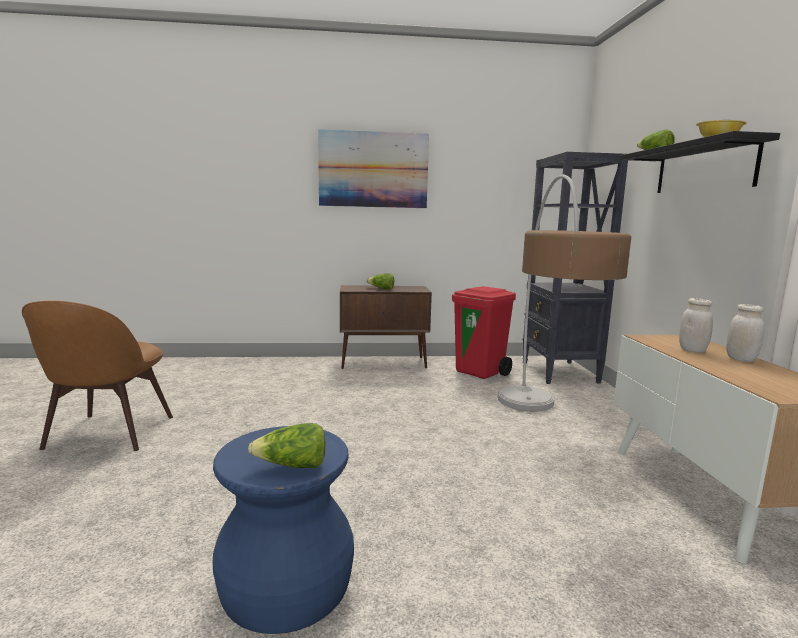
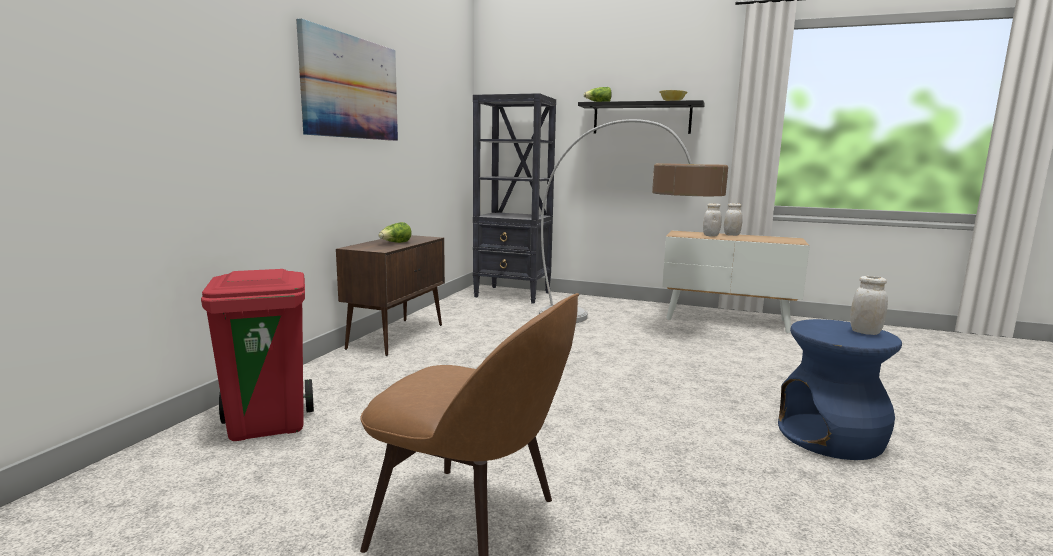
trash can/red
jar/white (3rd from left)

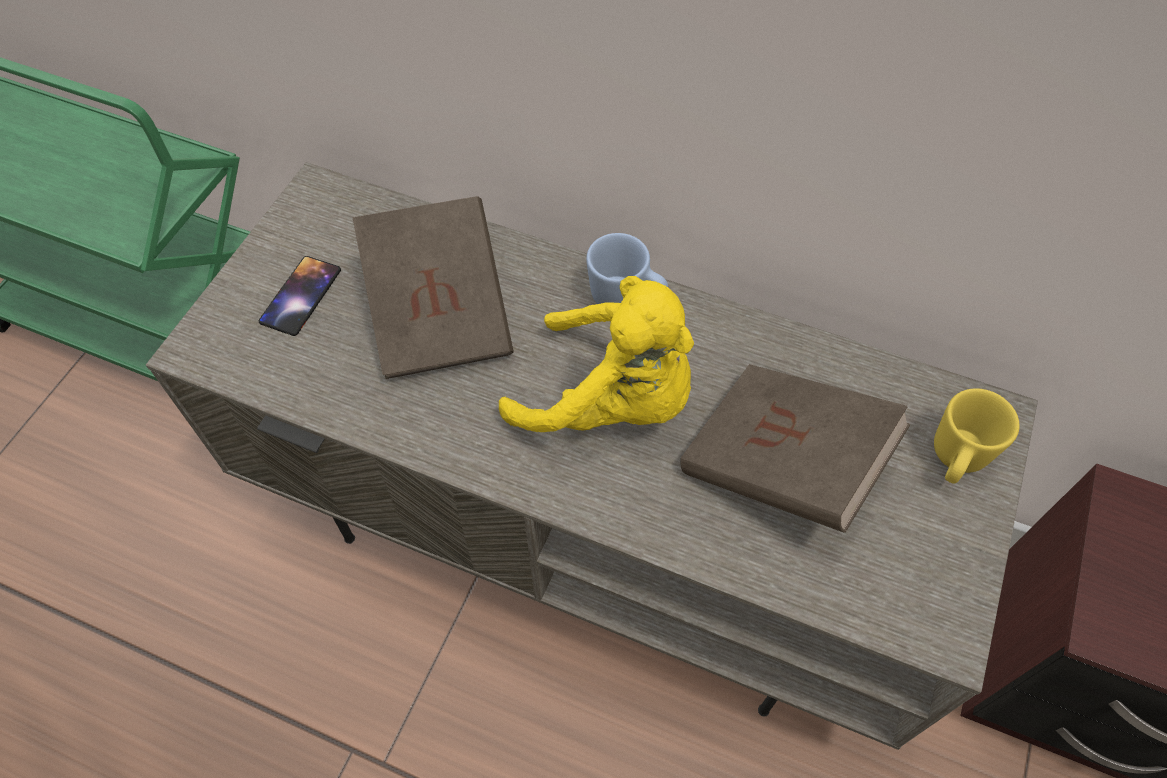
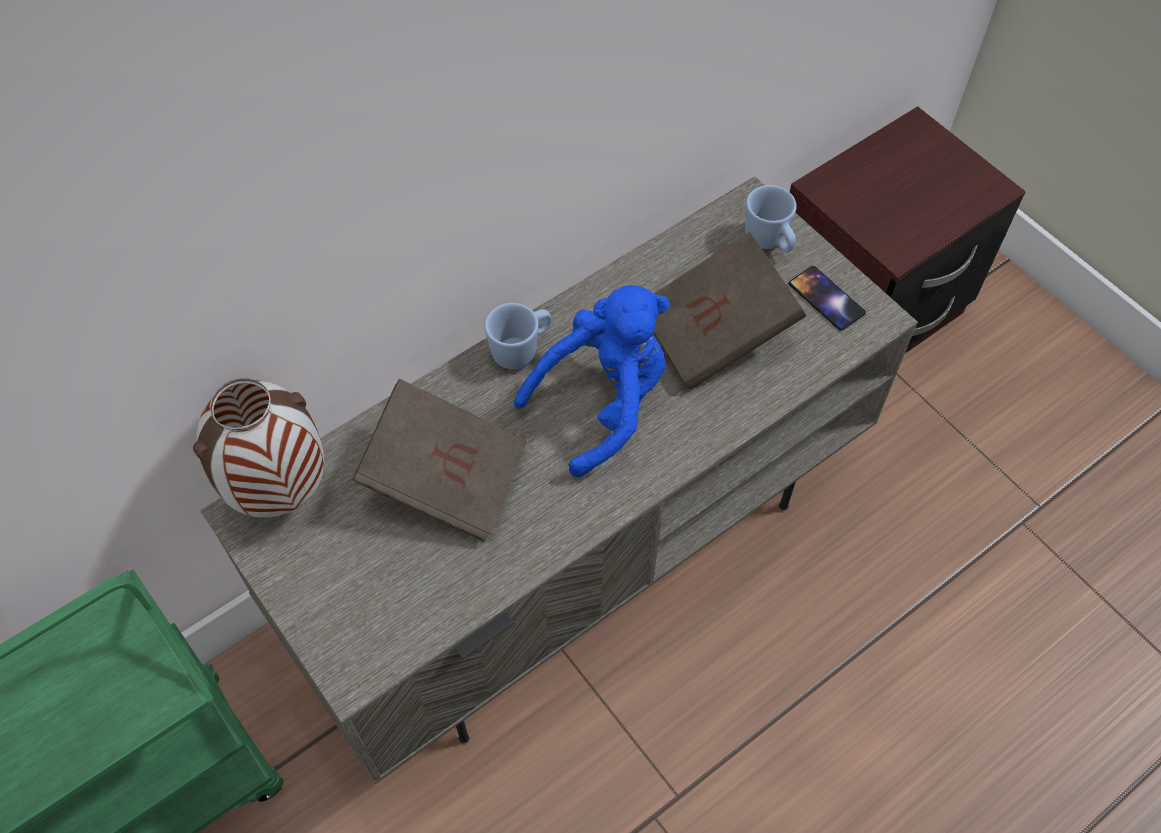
phone
plush toy/blue
mug/blue (2nd from left)
vase

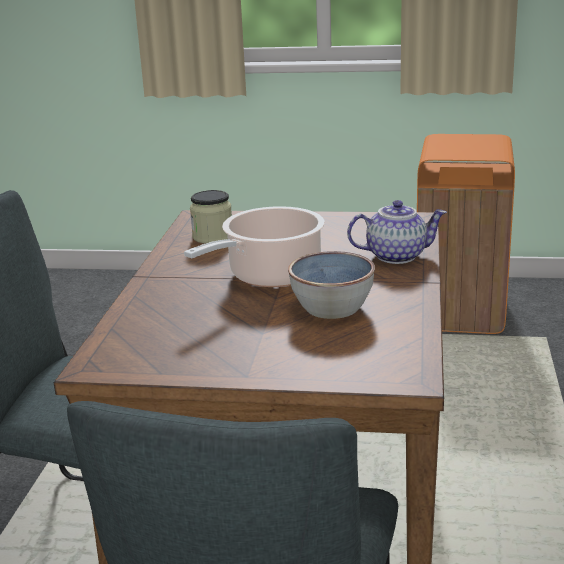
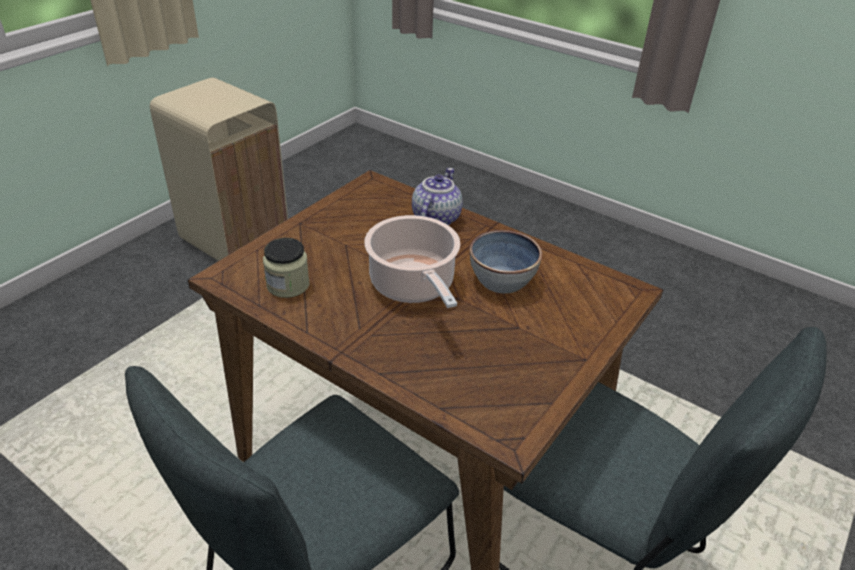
trash can/beige

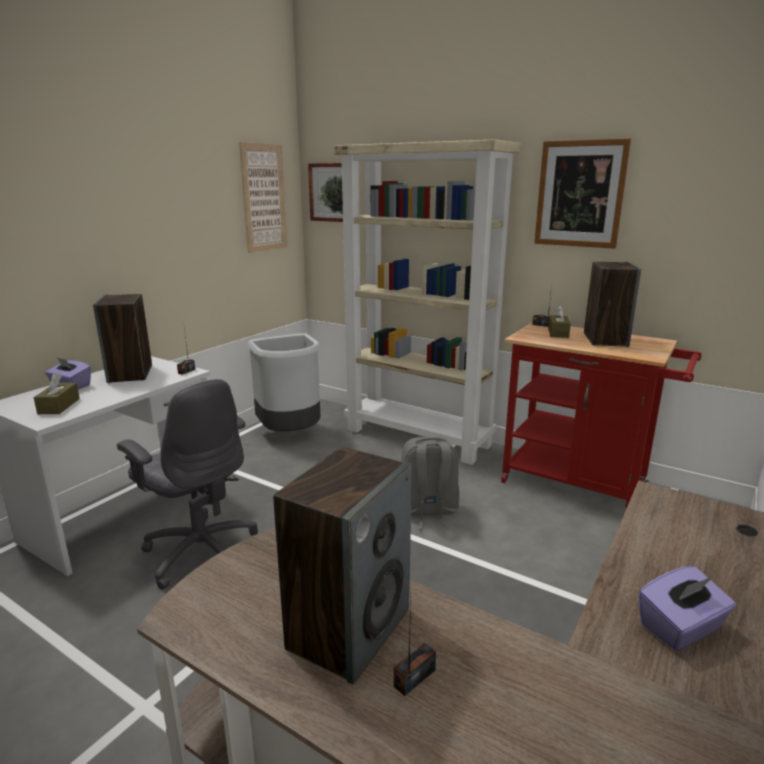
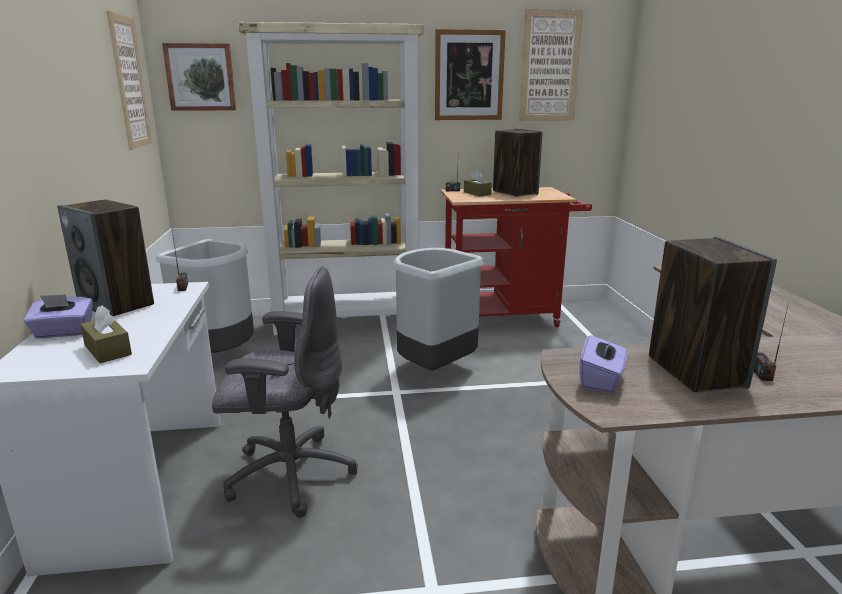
trash can/grey (2nd from left)
tissue box/purple (2nd from left)
picture (4th from left)

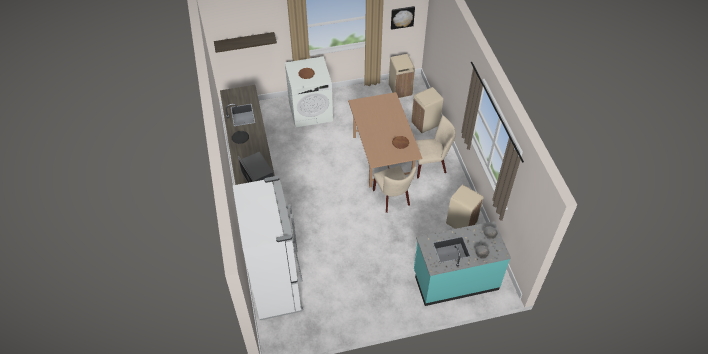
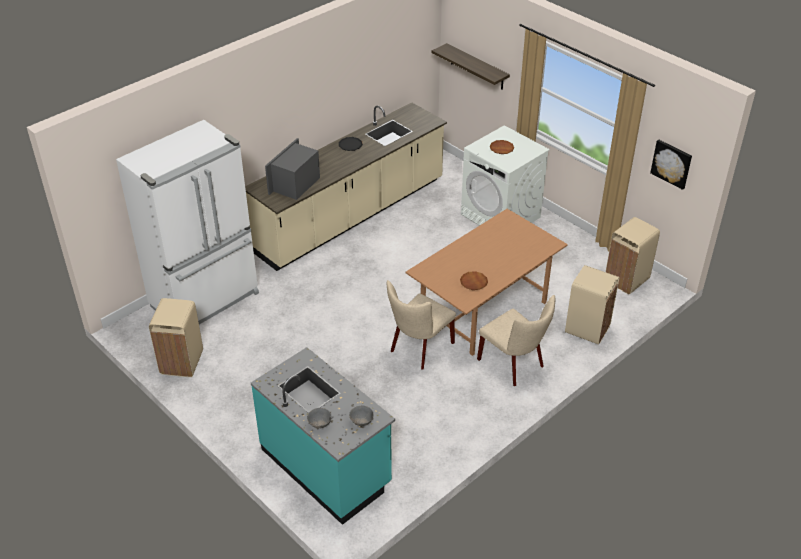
trash can/beige (1st from left)

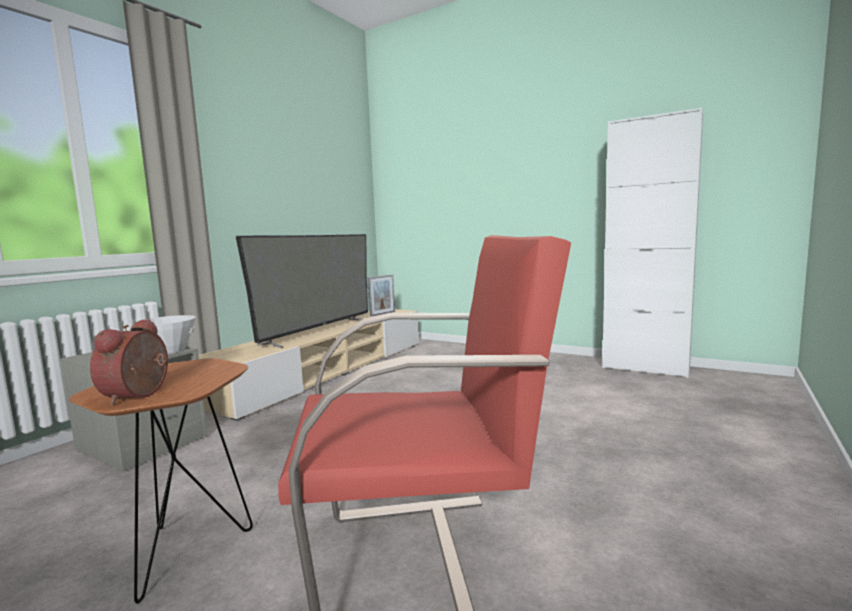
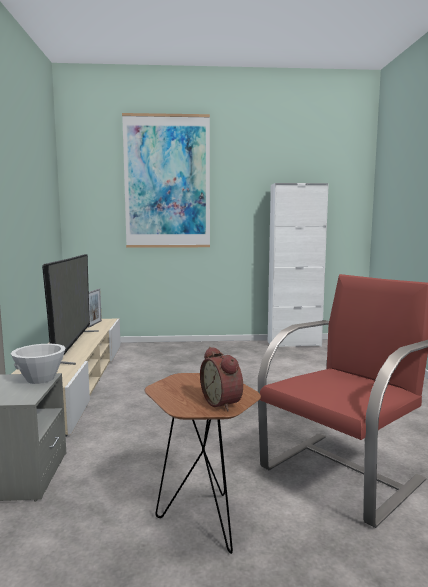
picture

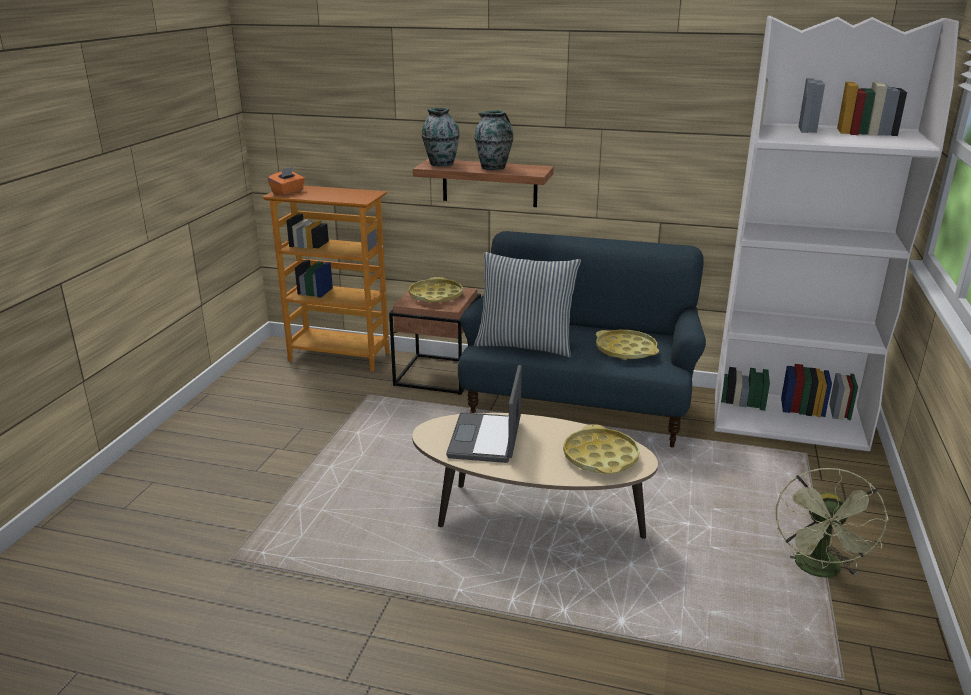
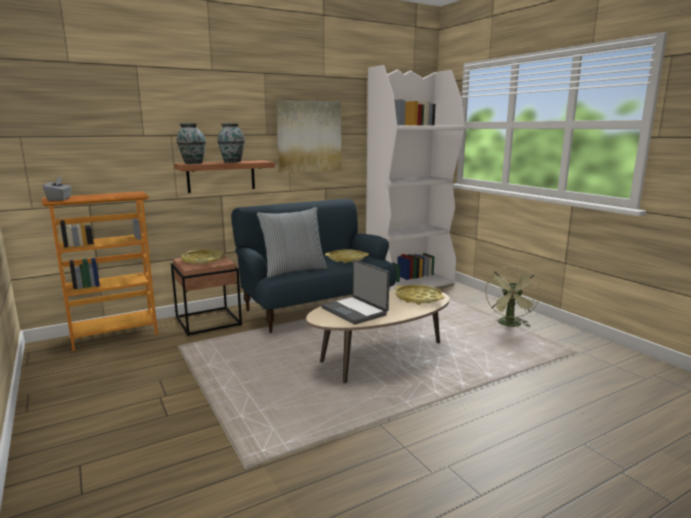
tissue box/grey
fan/green
picture

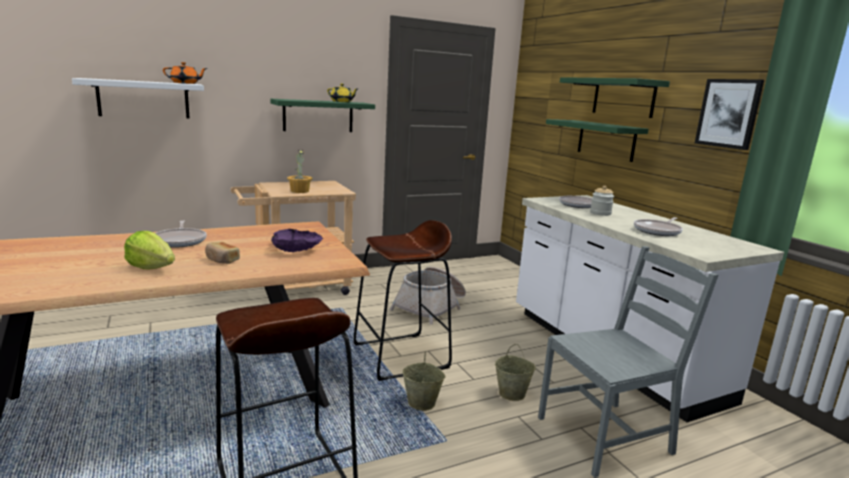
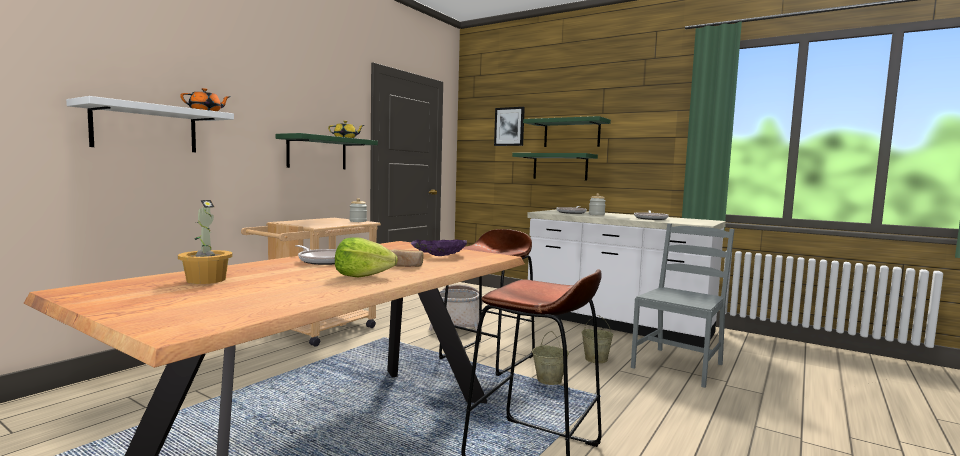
picture
potted plant
jar (1st from left)

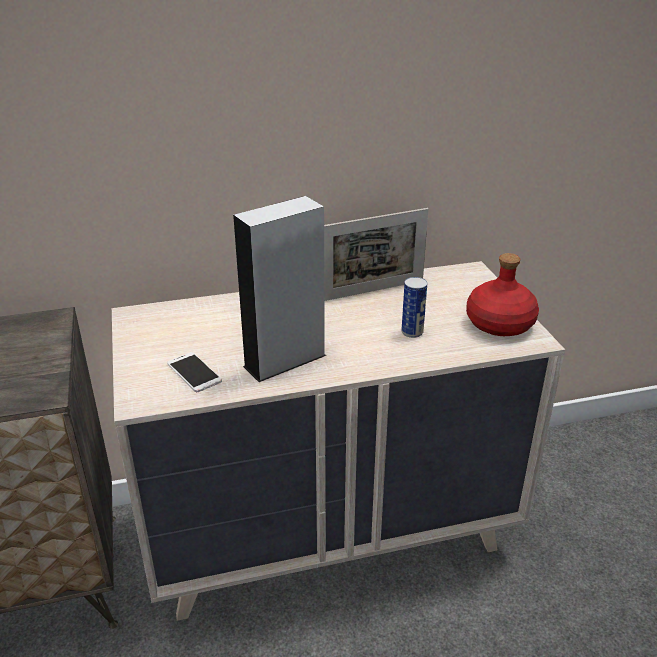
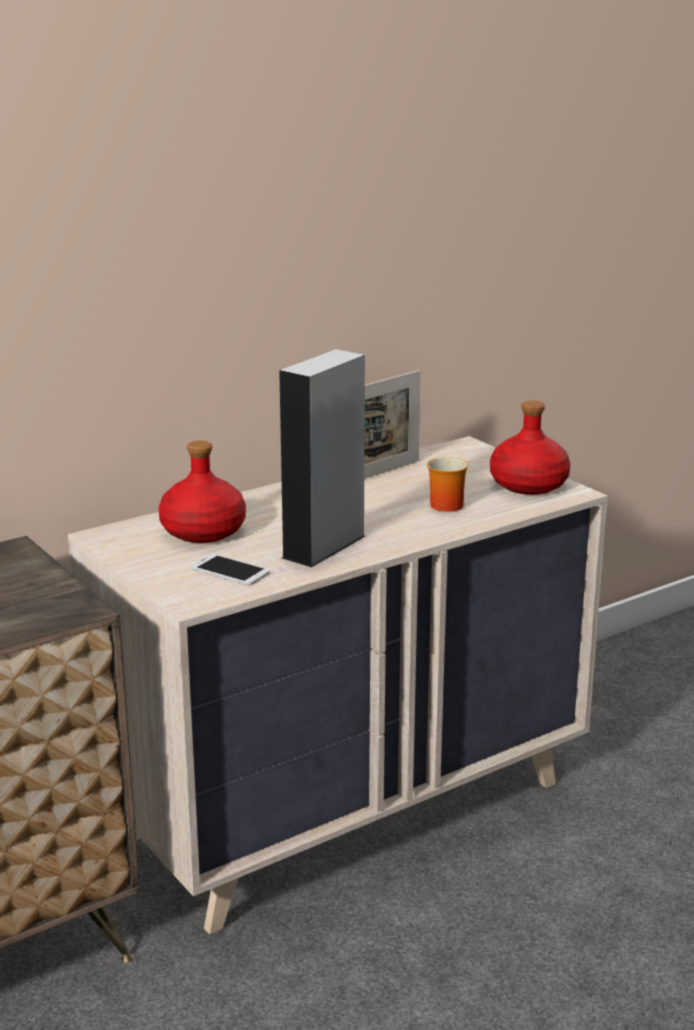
mug
bottle/red (1st from left)

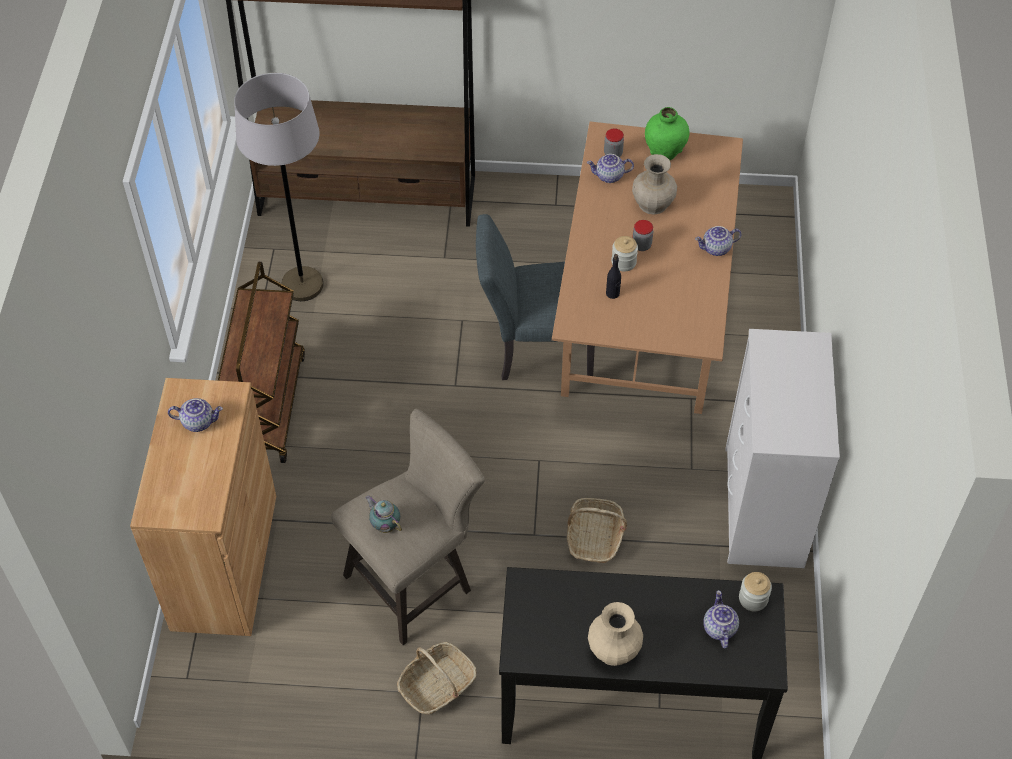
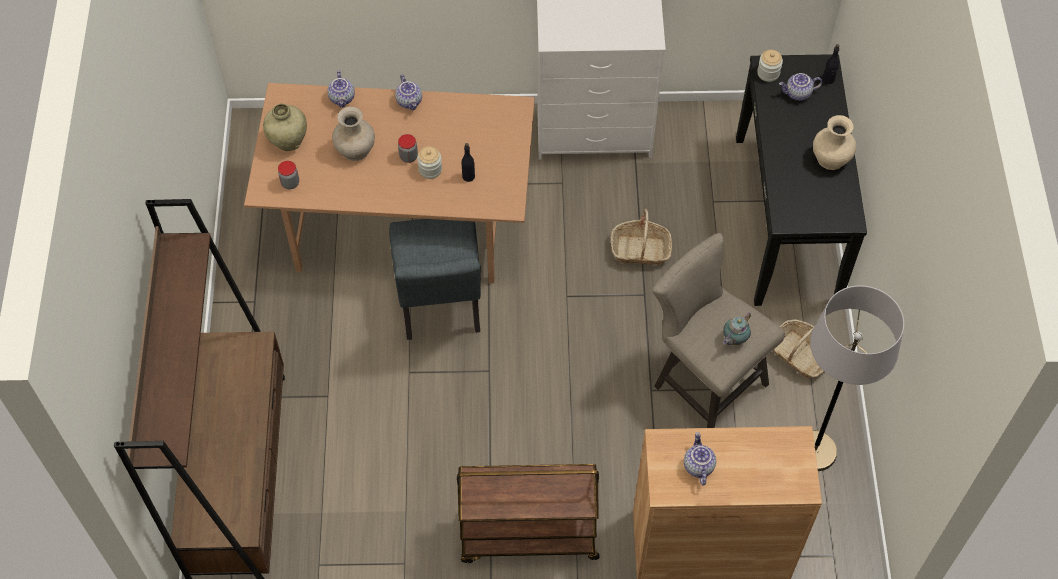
floor lamp/grey
vase/beige (1st from left)
teapot (1st from left)
bottle/black (2nd from left)

